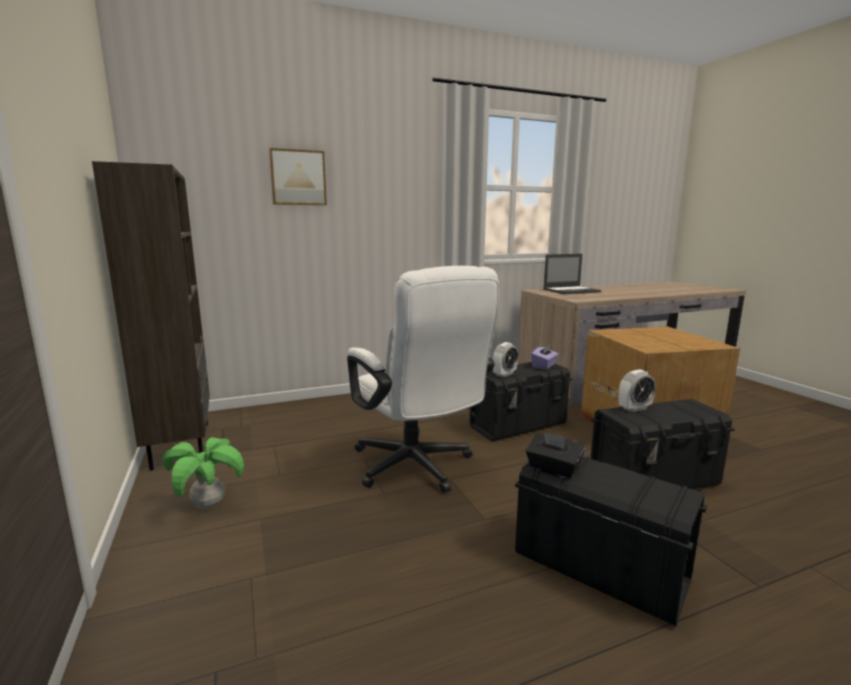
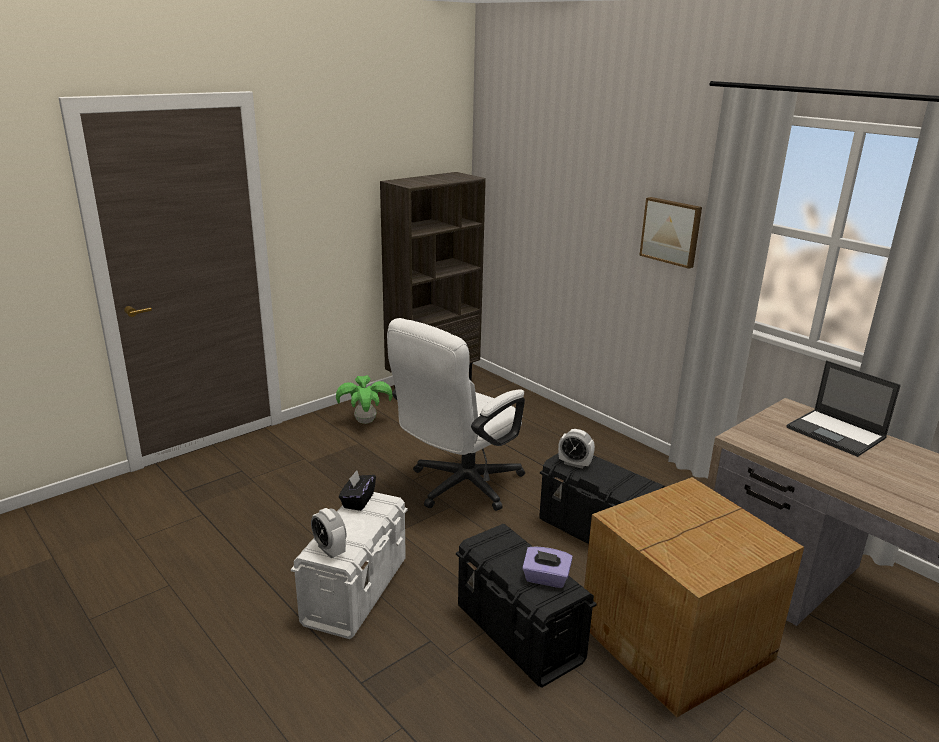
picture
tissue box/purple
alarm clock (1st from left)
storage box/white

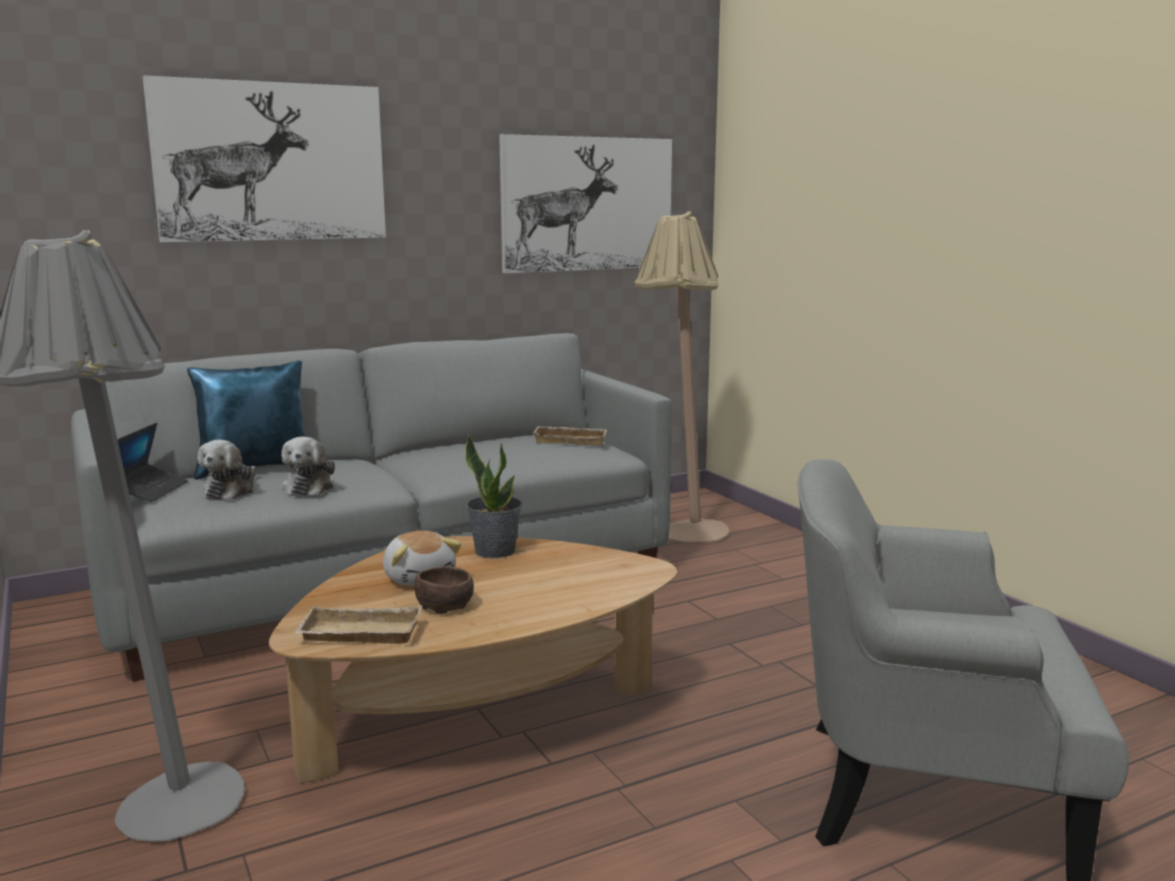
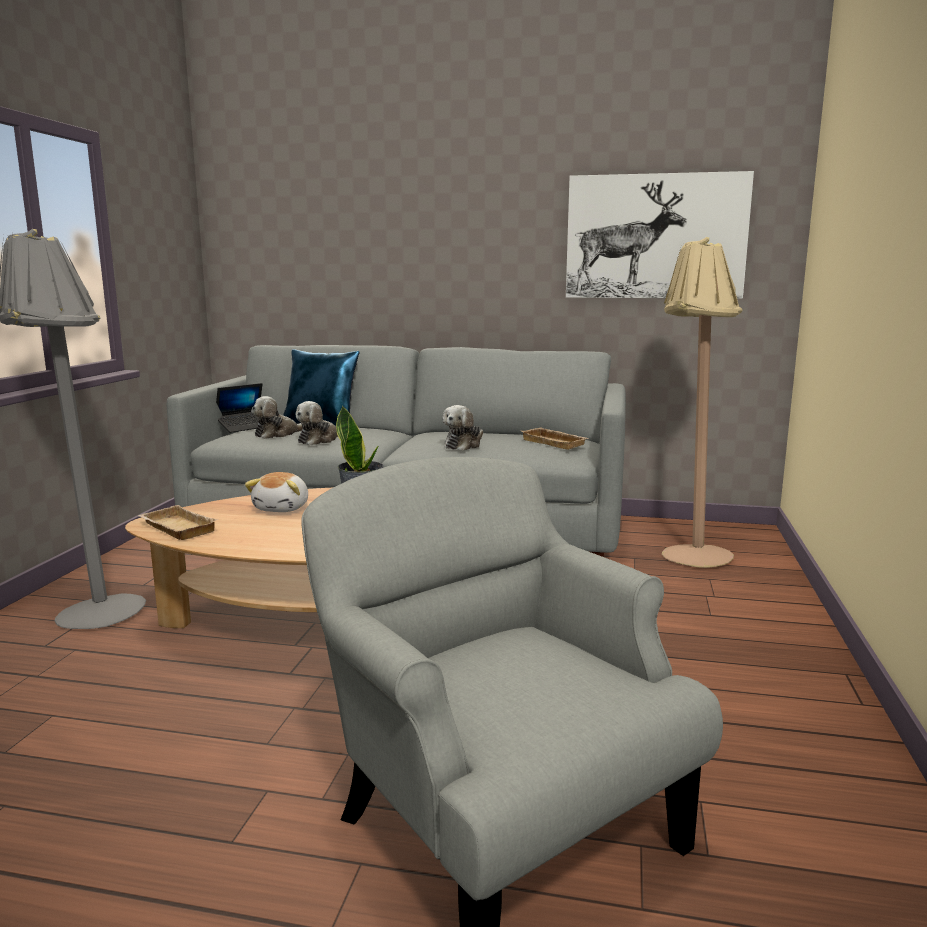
picture (1st from left in the first image)
bowl/brown
plush toy (4th from left)

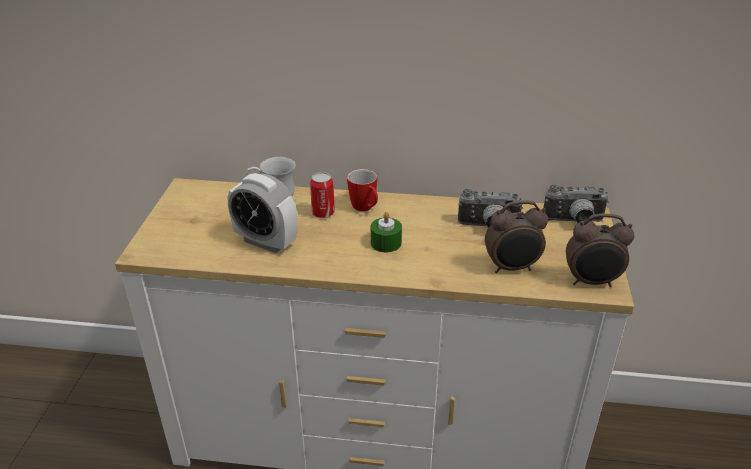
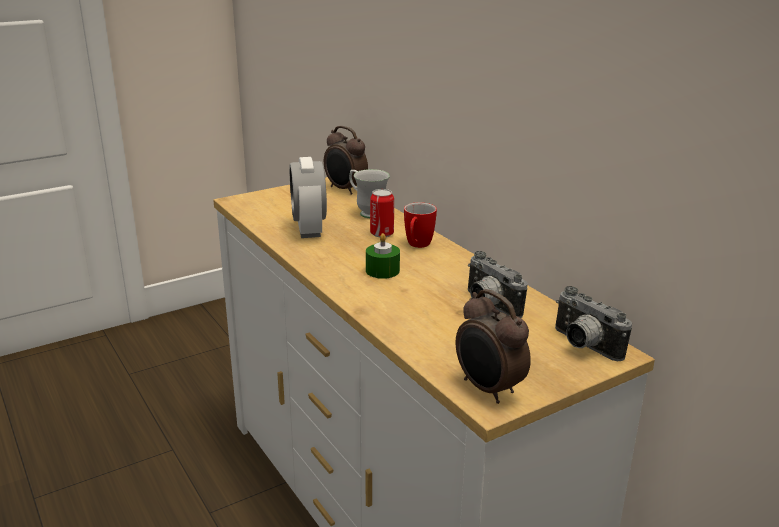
alarm clock (2nd from left)

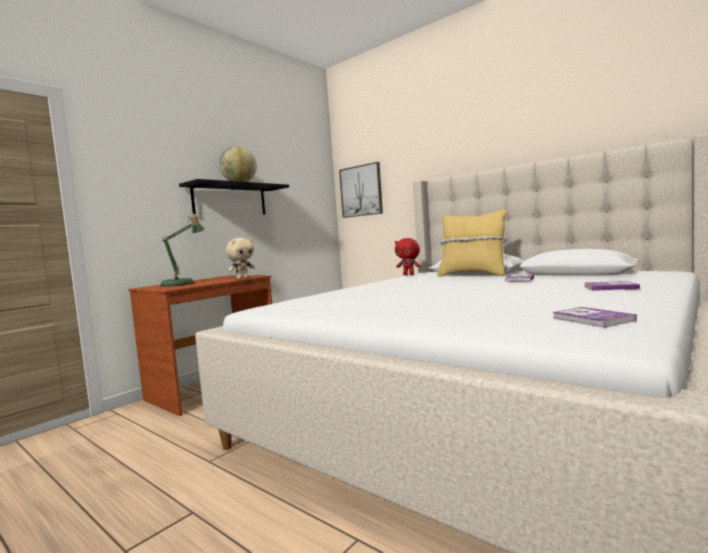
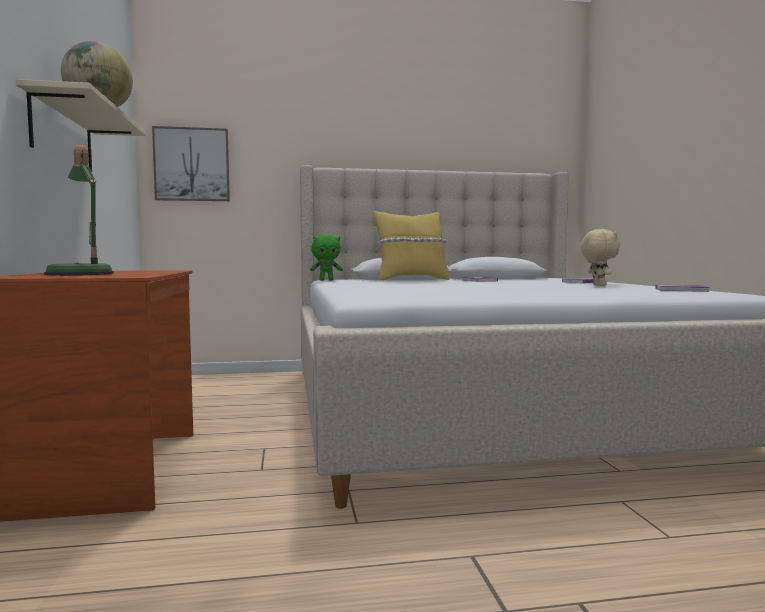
shelf/beige
plush toy/beige
plush toy/green

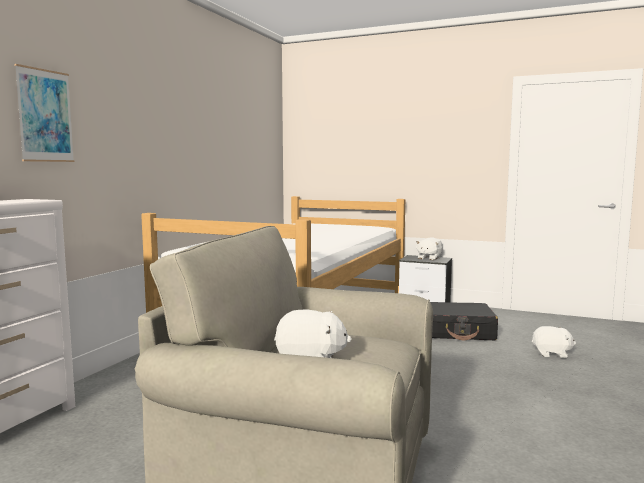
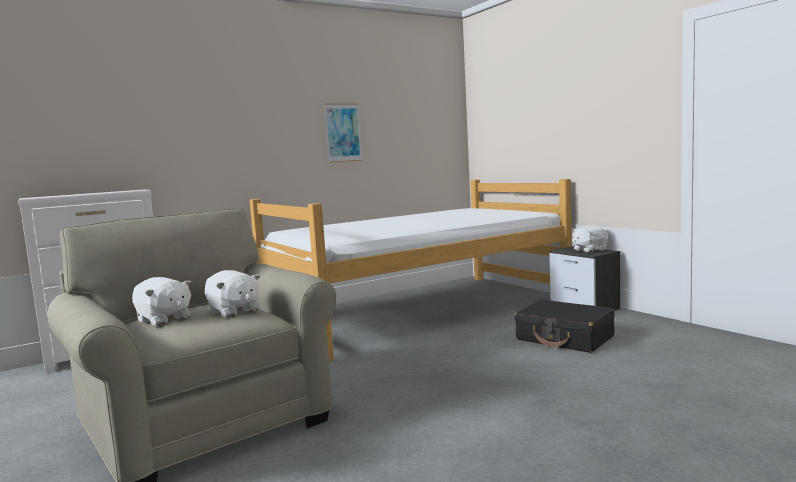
picture
plush toy/white (2nd from left)

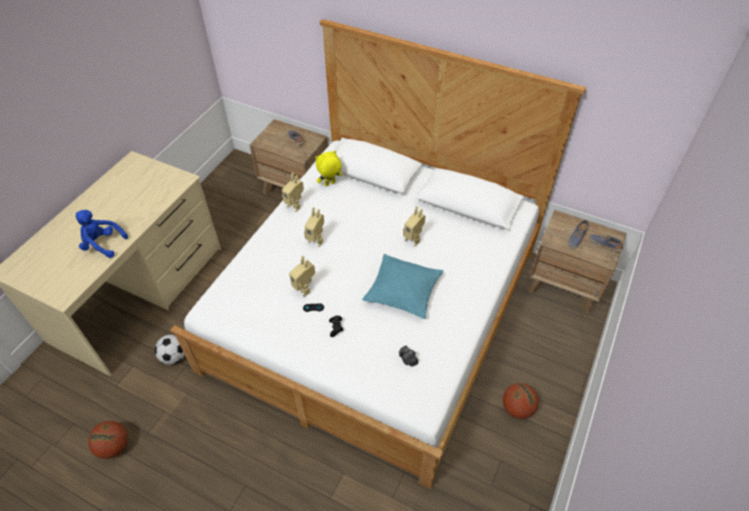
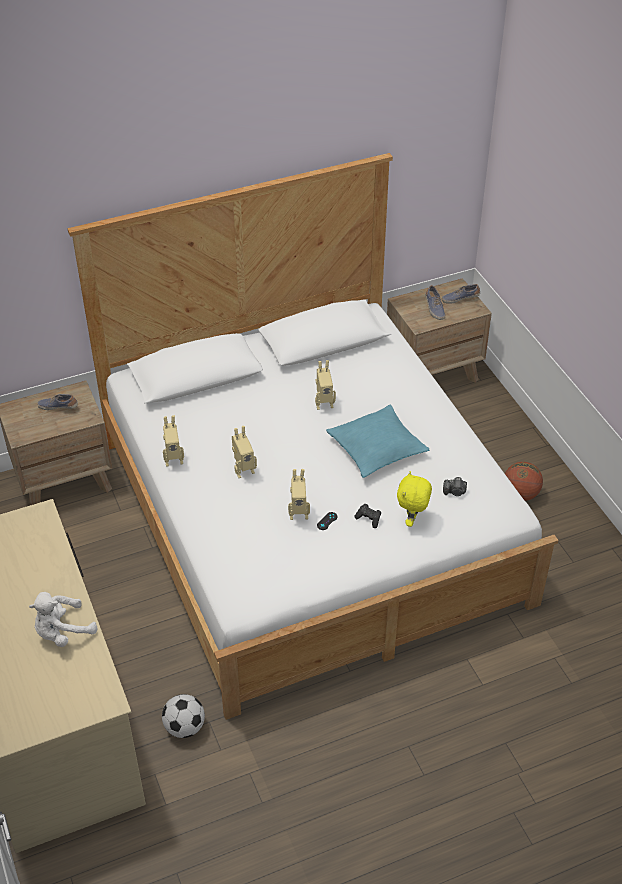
plush toy/yellow
plush toy/white
basketball (1st from left in the first image)

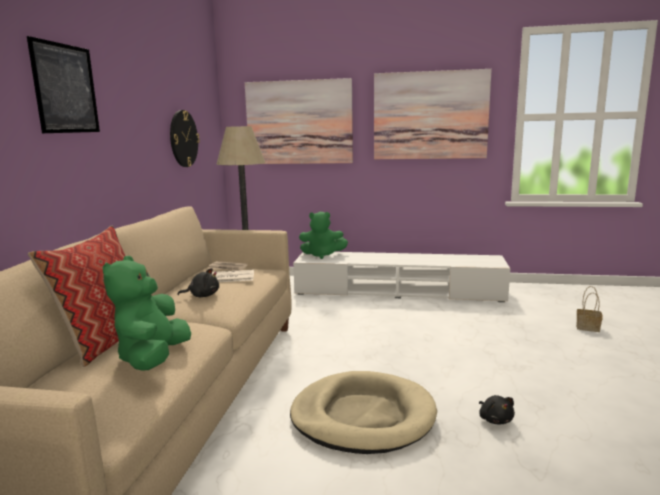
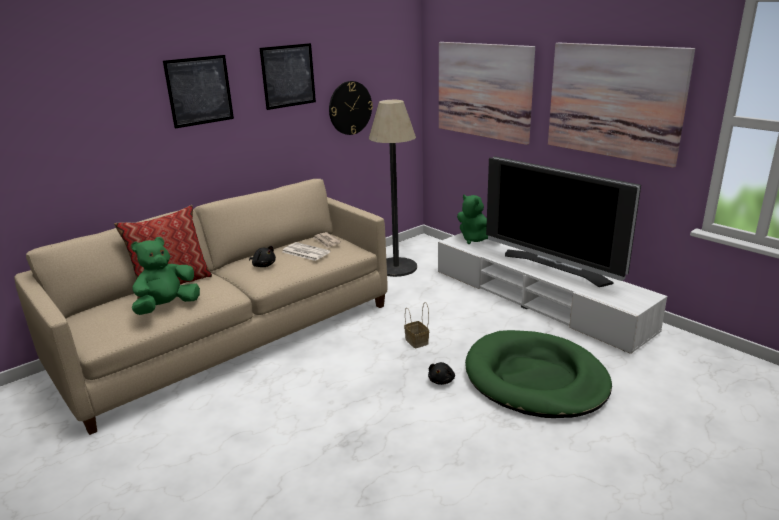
basket
dog bed/beige
plush toy/black (2nd from left)
picture (2nd from left)
television
dog bed/green

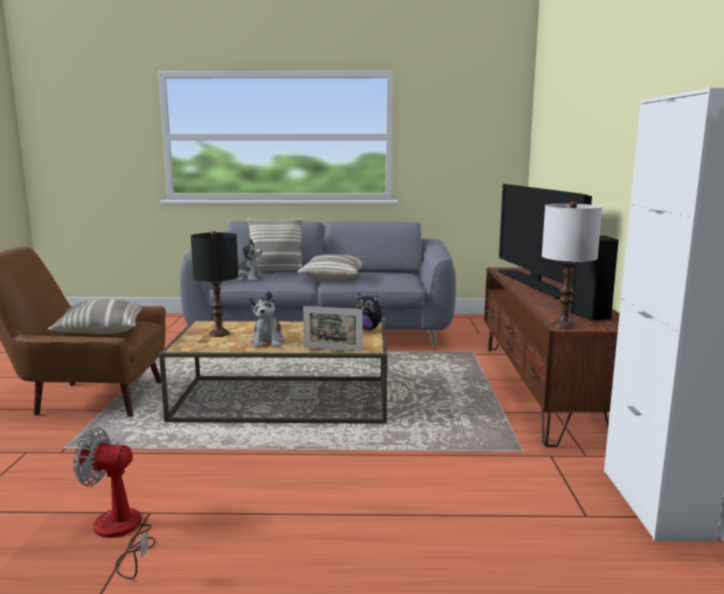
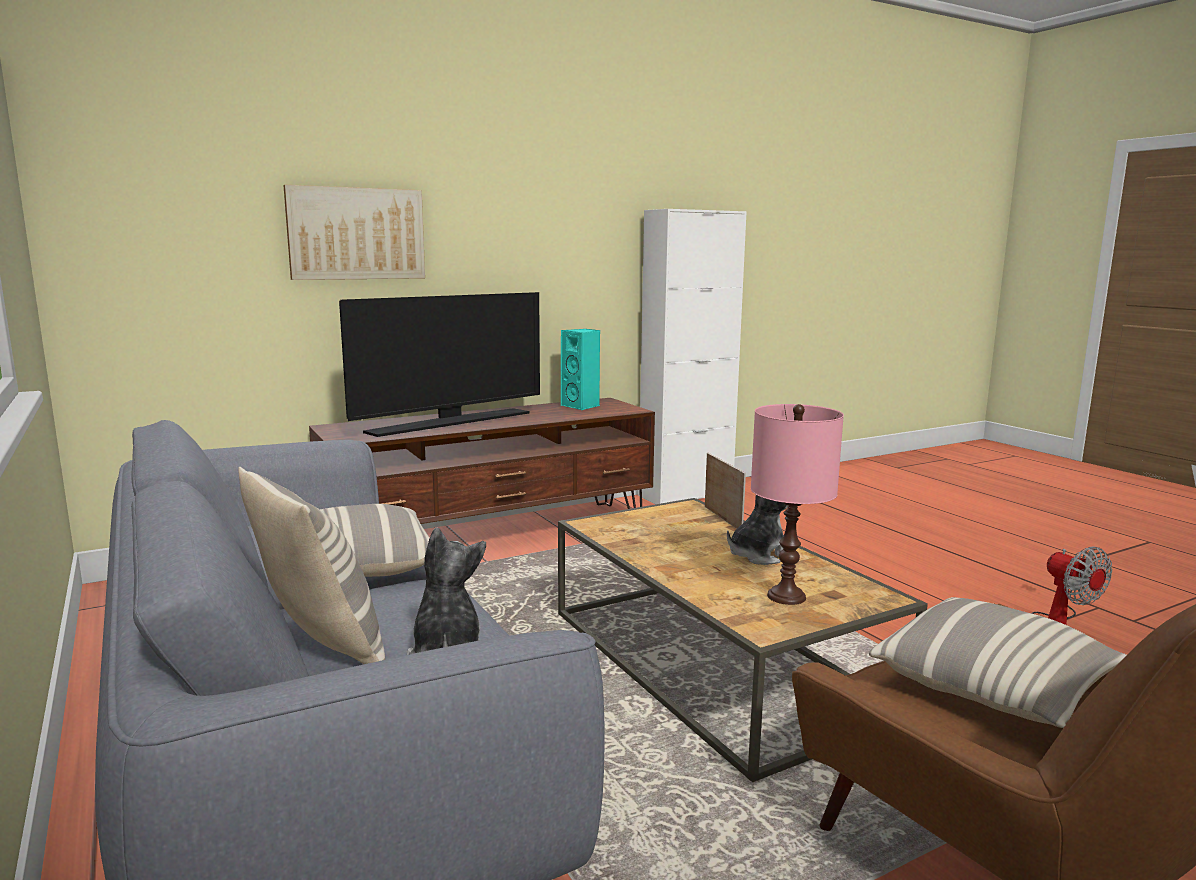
table lamp/white
table lamp/pink
speaker/turquoise
plush toy (3rd from left in the first image)
picture

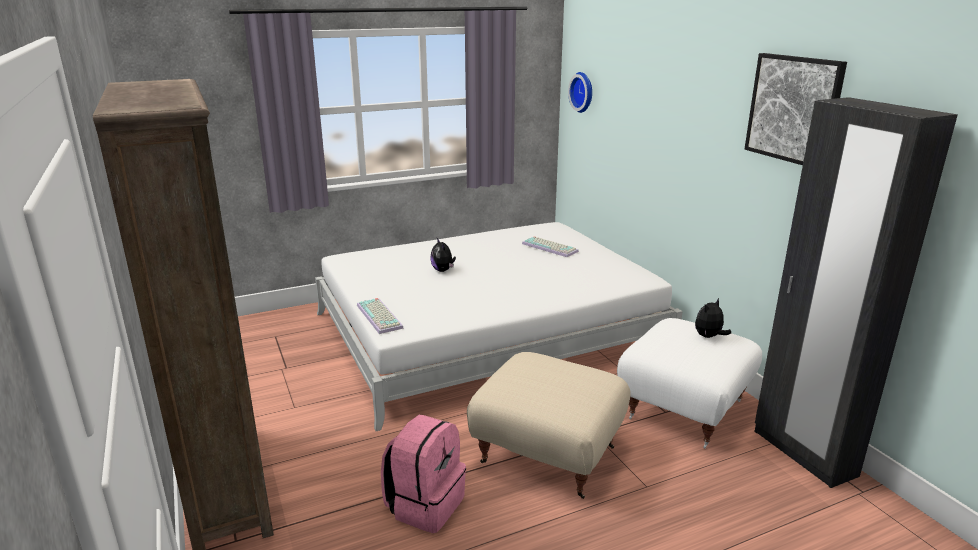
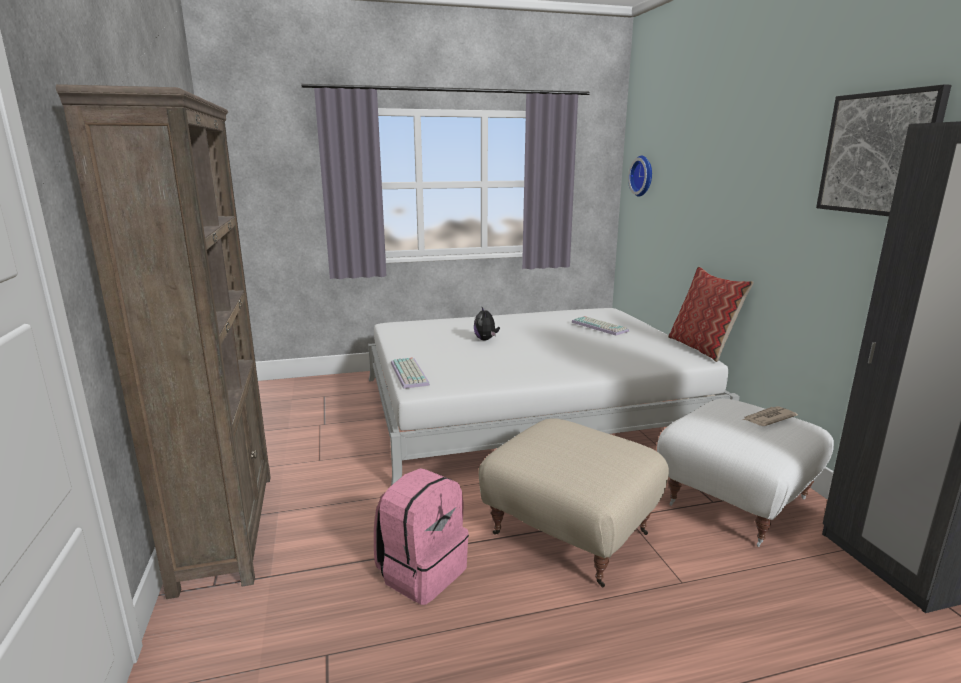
newspaper
pillow

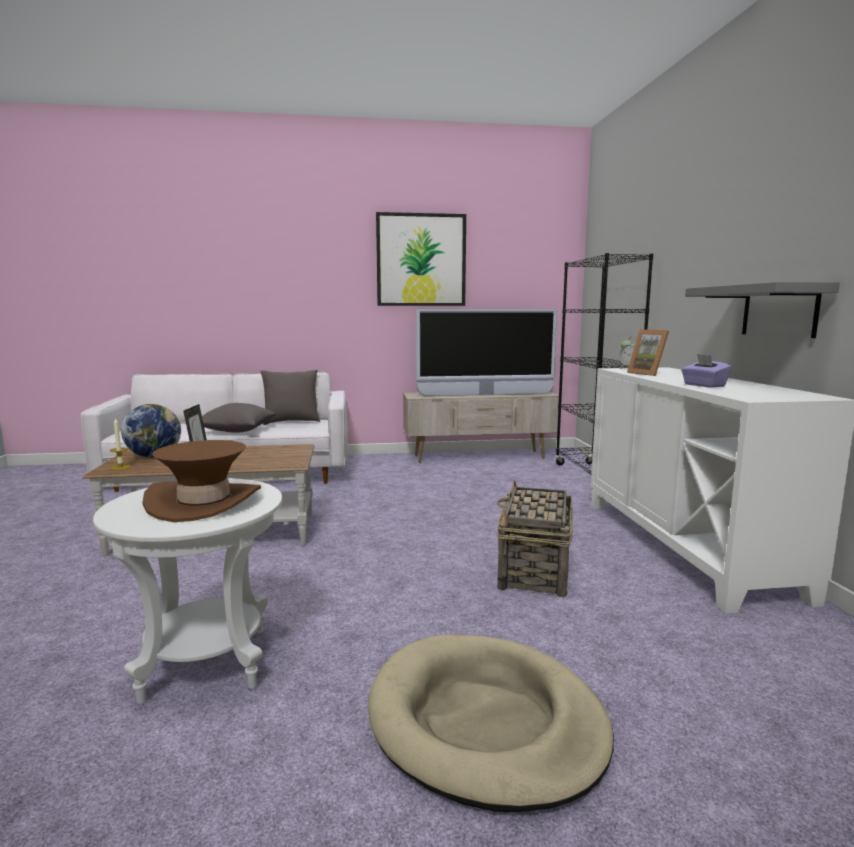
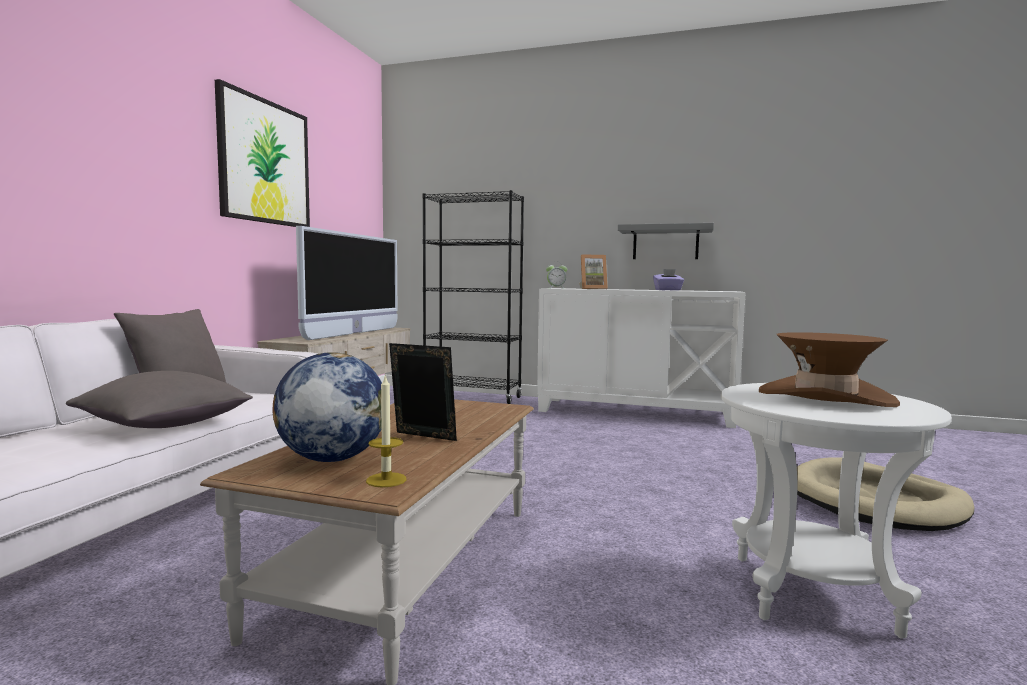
basket

